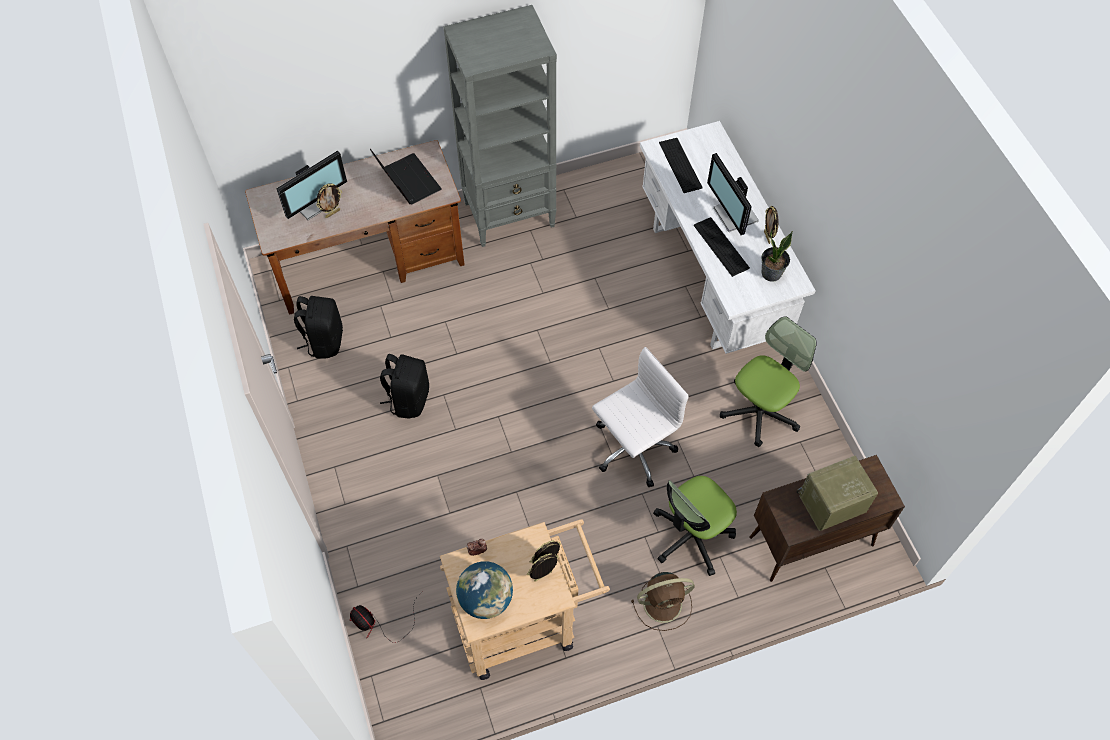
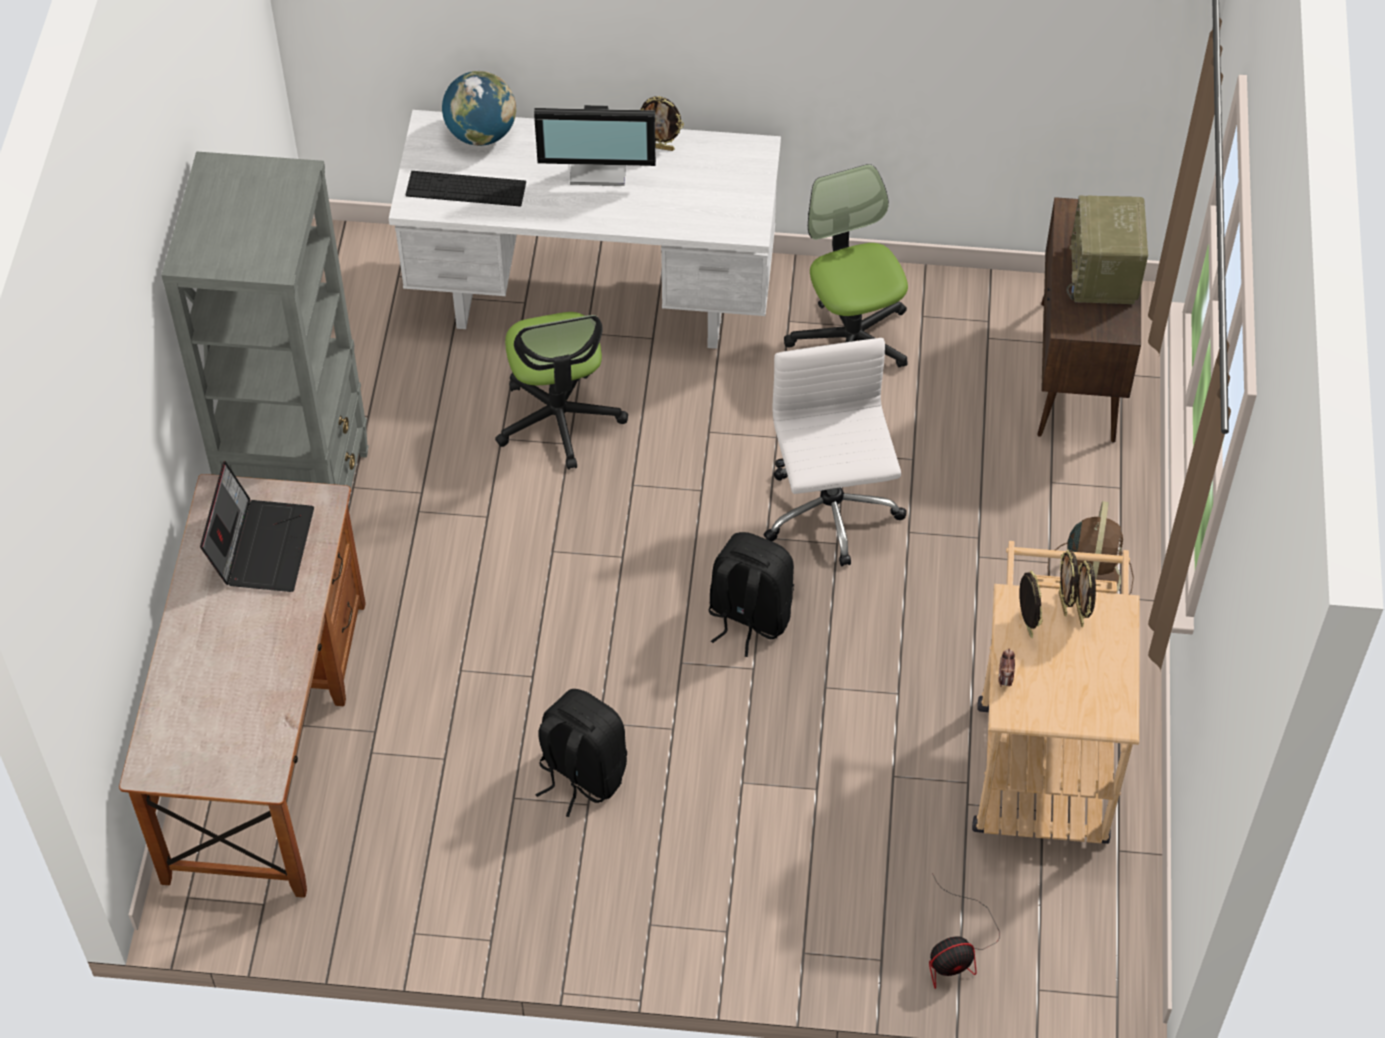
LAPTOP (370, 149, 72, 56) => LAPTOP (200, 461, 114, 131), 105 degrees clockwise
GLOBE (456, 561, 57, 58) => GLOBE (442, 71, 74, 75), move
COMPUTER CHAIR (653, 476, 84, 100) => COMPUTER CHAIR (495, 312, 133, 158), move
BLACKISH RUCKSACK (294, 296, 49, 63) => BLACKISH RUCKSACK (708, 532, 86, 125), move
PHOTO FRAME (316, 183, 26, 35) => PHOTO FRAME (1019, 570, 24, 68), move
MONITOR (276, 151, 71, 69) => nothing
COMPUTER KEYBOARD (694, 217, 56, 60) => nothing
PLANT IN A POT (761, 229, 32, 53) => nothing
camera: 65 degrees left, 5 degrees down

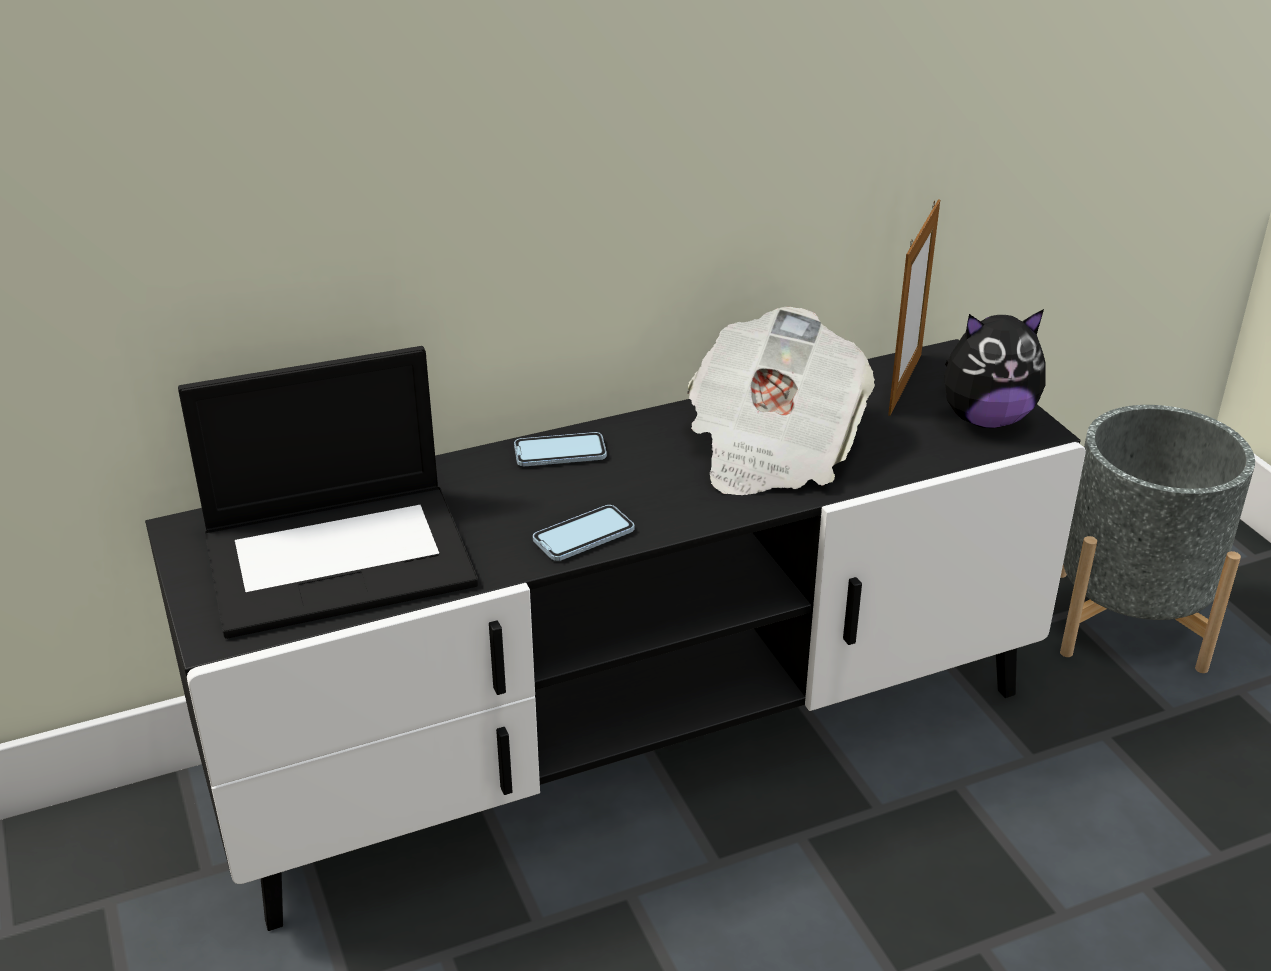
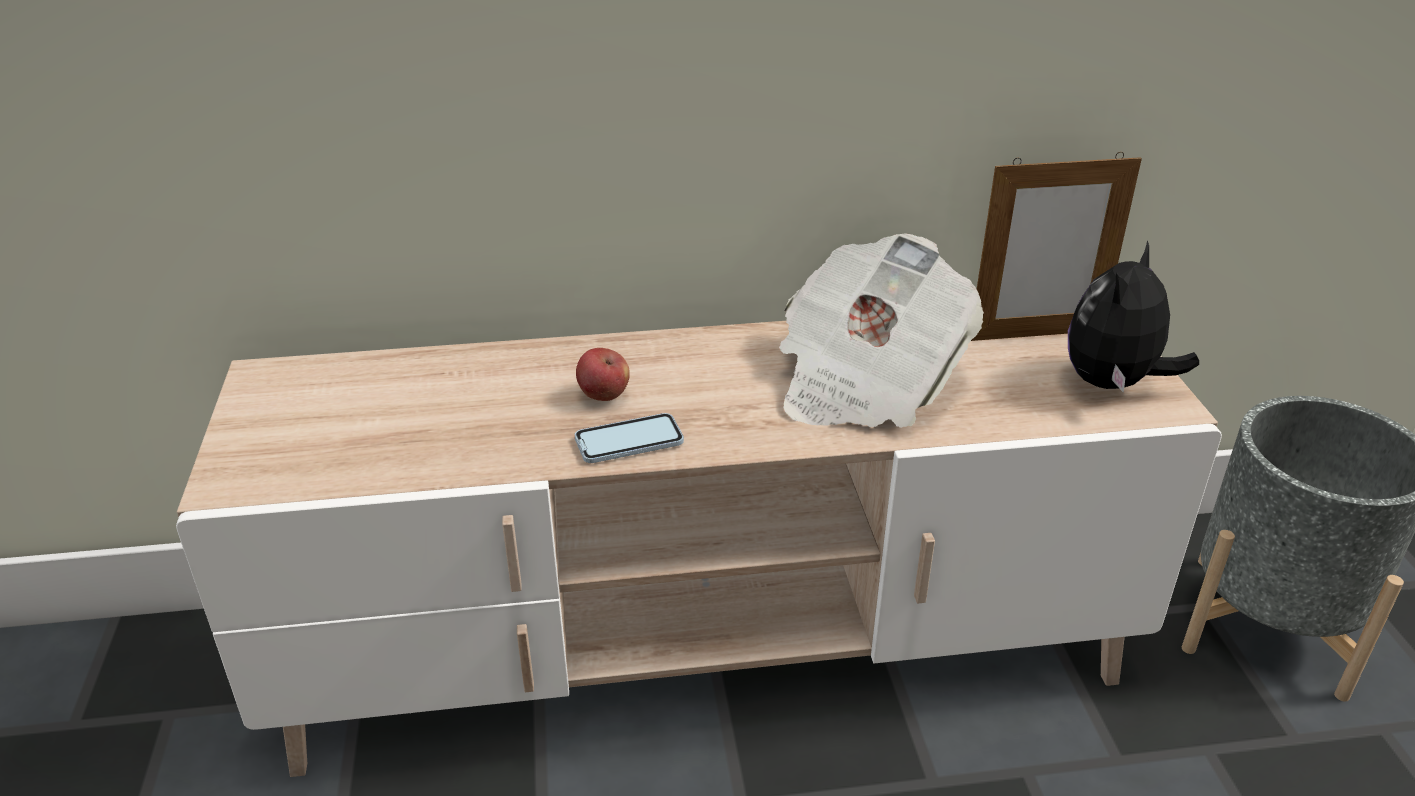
BLACKISH TV UNIT (145, 339, 941, 592) => SAND-COLOURED TV UNIT (176, 321, 1046, 456)
nothing => WHOLE APPLE (576, 348, 54, 53)
PHOTO FRAME (888, 199, 52, 217) => PHOTO FRAME (971, 152, 171, 189), 45 degrees clockwise
SOFT TOY (944, 309, 102, 119) => SOFT TOY (1068, 240, 131, 153), 120 degrees clockwise
LAPTOP (178, 346, 300, 293) => nothing
HANDSET (514, 432, 93, 34) => nothing
camera: 15 degrees right, 0 degrees up

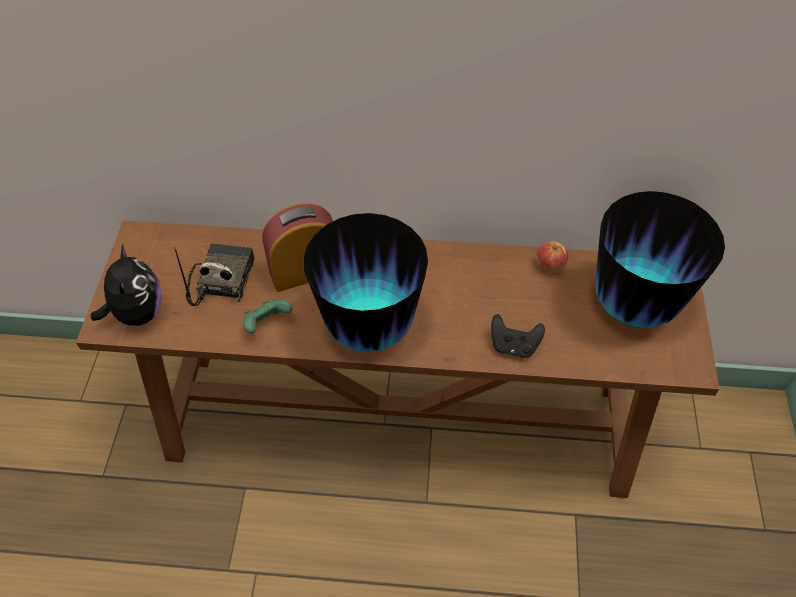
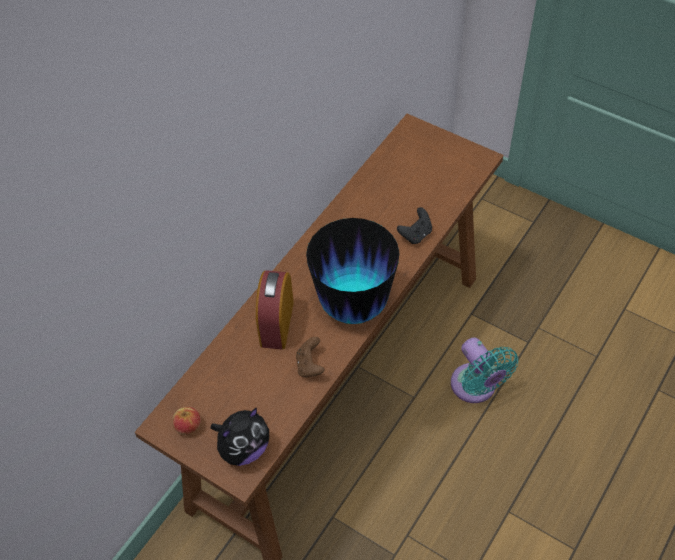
WHOLE APPLE (536, 242, 33, 31) => WHOLE APPLE (173, 407, 28, 28), move
SOFT TOY (91, 244, 71, 82) => SOFT TOY (210, 407, 59, 59), 120 degrees clockwise
GREEN-COLOURED GAMEPAD (243, 300, 50, 34) => BROWNISH GAMEPAD (296, 337, 28, 41)
nothing => TURQUOISE FAN (451, 337, 67, 66)
RADIO RECEIVER (174, 243, 81, 63) => nothing
VASE (596, 191, 129, 137) => nothing
camera: 60 degrees left, 0 degrees up

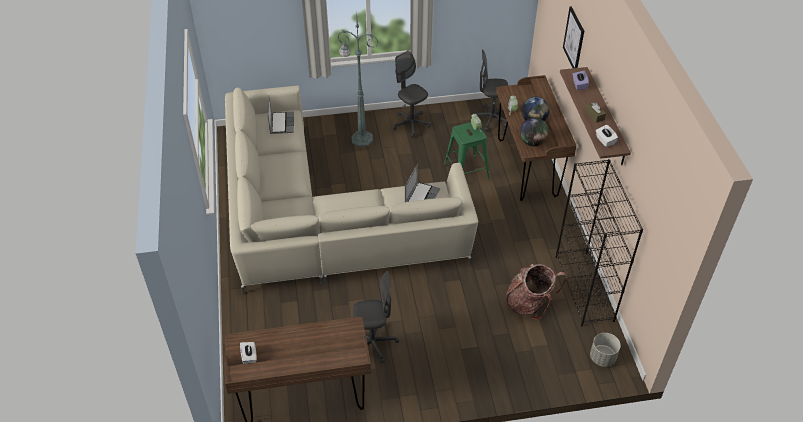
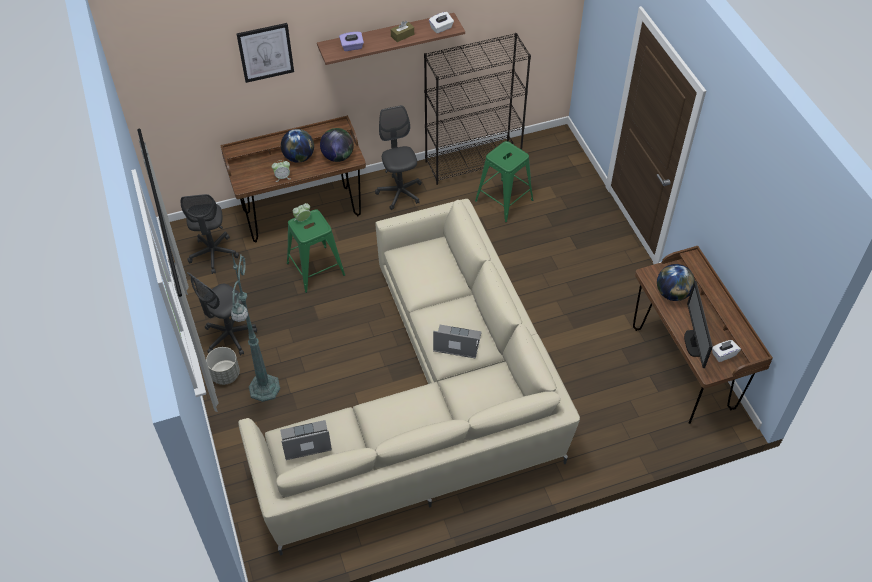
GREY FLOWER POT (590, 333, 31, 34) => GREY FLOWER POT (206, 347, 34, 38), move
GREY COMPUTER CHAIR (353, 271, 46, 93) => GREY COMPUTER CHAIR (375, 105, 47, 105), move
LAPTOP (405, 164, 35, 38) => LAPTOP (433, 325, 49, 34), move
RUCKSACK (506, 264, 61, 56) => GREEN-COLOURED STOOL (475, 141, 58, 81)
nothing => GLOBE (657, 264, 38, 37)
nothing => MONITOR (684, 281, 29, 87)
camera: 100 degrees left, 5 degrees up

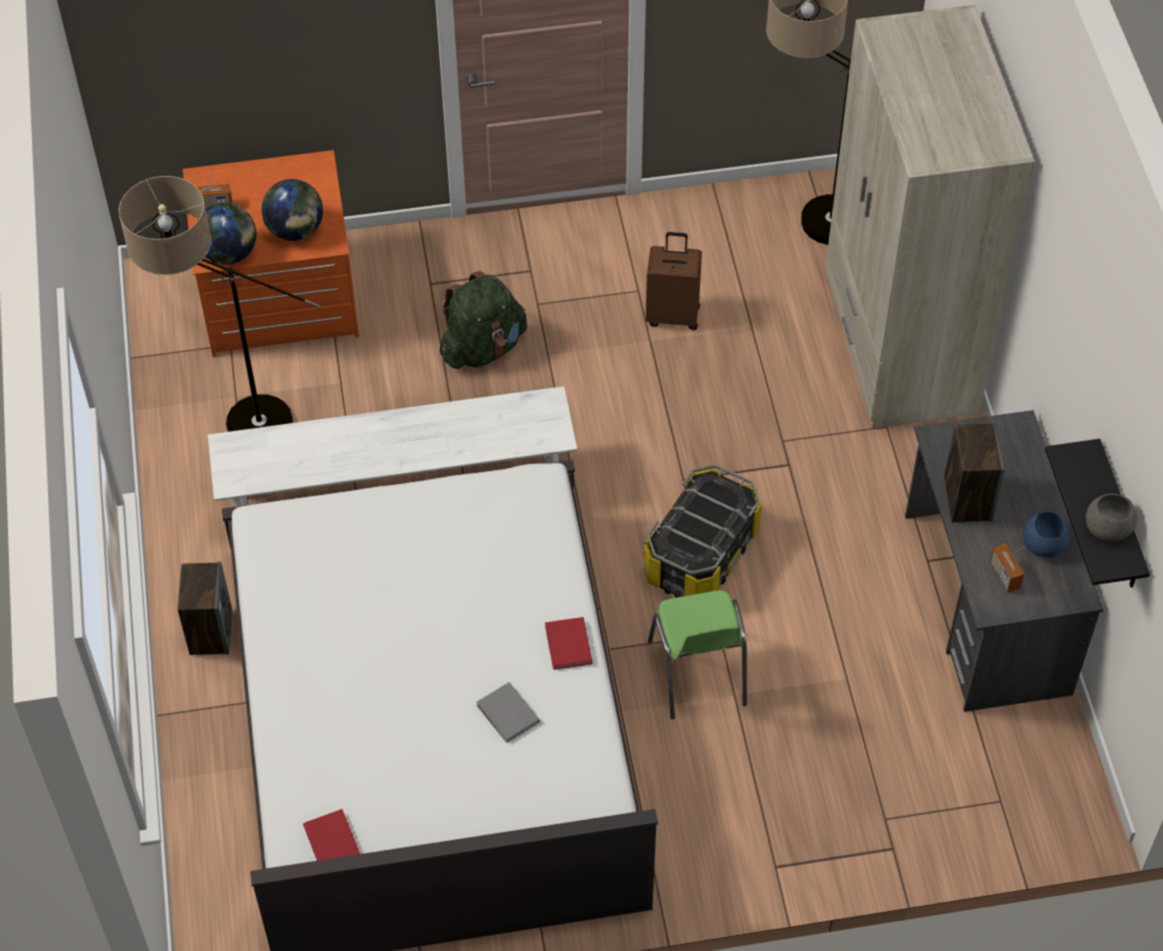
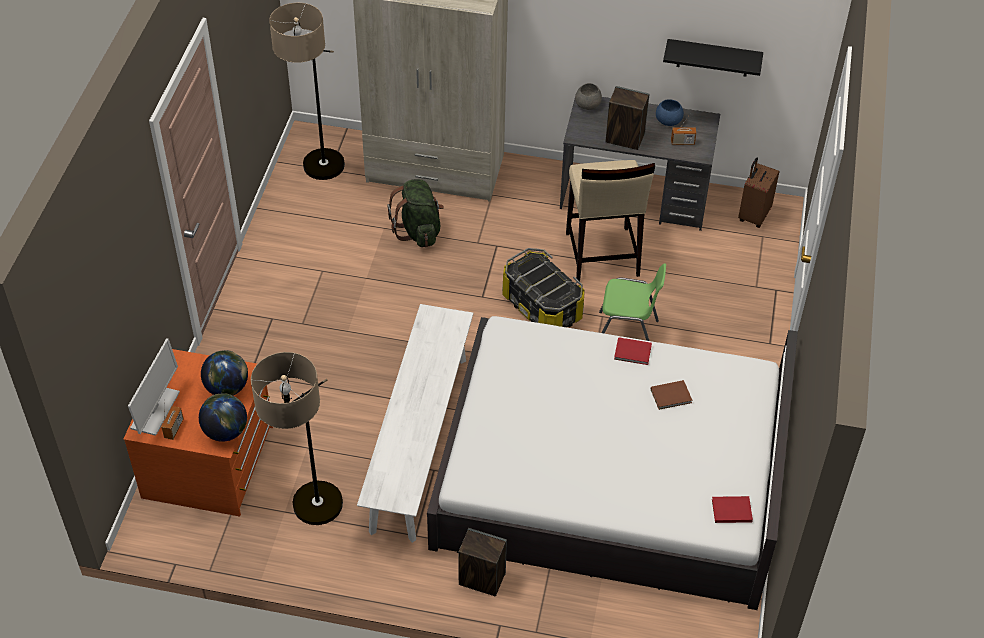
nothing => MONITOR (128, 338, 52, 98)
GREEN-COLOURED RUCKSACK (440, 271, 87, 98) => GREEN-COLOURED RUCKSACK (387, 179, 57, 68), move
nothing => SAND-COLOURED STOOL (566, 160, 89, 121)
GREY BOWL (1086, 494, 51, 47) => GREY BOWL (575, 83, 27, 27), move
GREY VOLUME (476, 682, 64, 61) => BROWNISH VOLUME (650, 380, 42, 30)
BROWNISH SUITCASE (646, 232, 56, 98) => BROWNISH SUITCASE (738, 157, 41, 71), move
camera: 70 degrees left, 5 degrees down

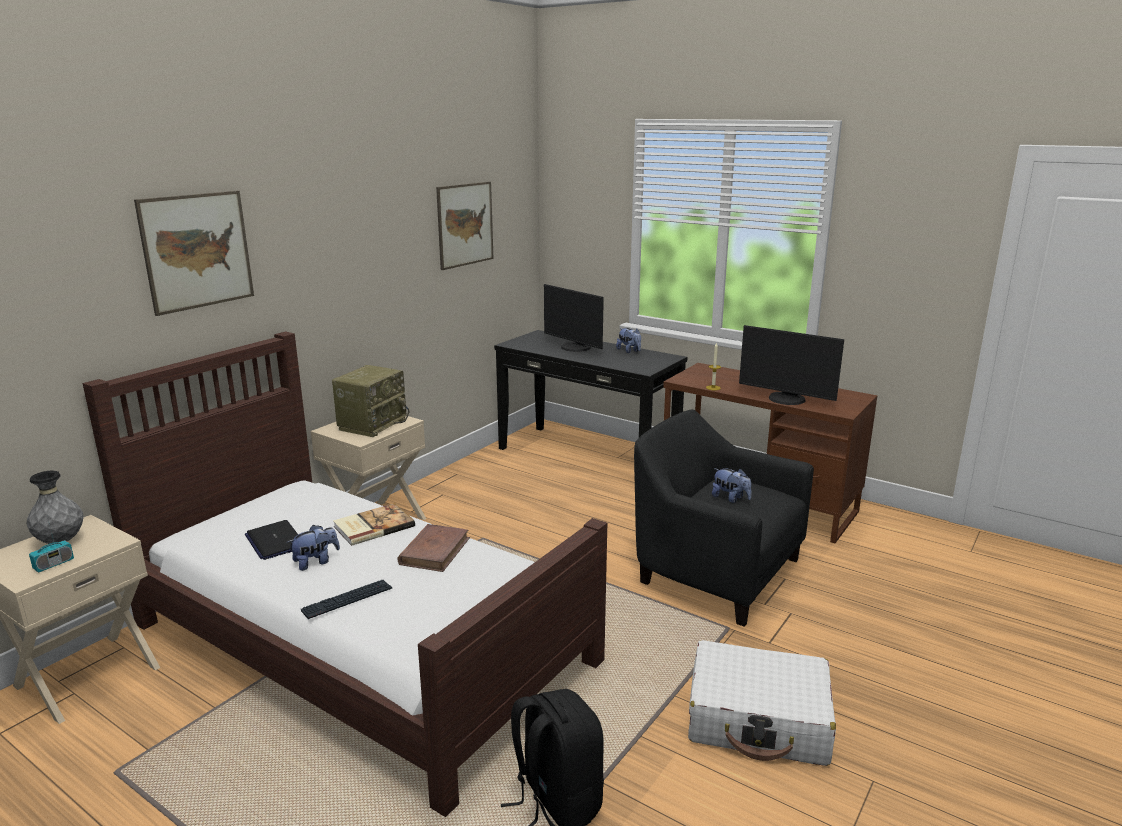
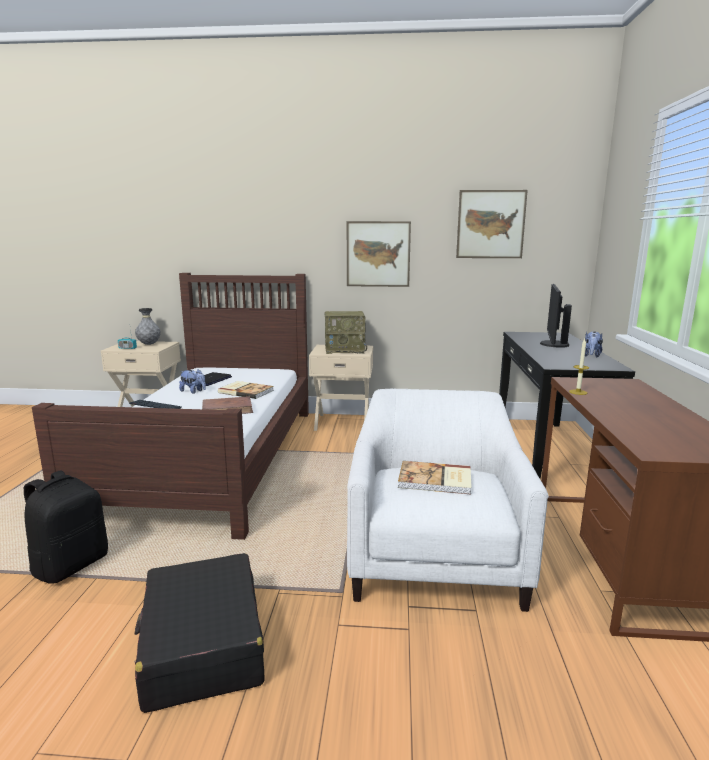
WHITE SUITCASE (688, 640, 148, 126) => BLACKISH SUITCASE (134, 553, 130, 160)
WALL ART (134, 191, 120, 125) => WALL ART (347, 221, 64, 66), move
BLACKISH EASY CHAIR (634, 410, 180, 217) => WHITE EASY CHAIR (347, 389, 201, 223)
SOFT TOY (712, 468, 40, 35) => VOLUME (398, 461, 74, 33)
MONITOR (739, 325, 105, 80) => nothing
camera: 60 degrees right, 5 degrees down

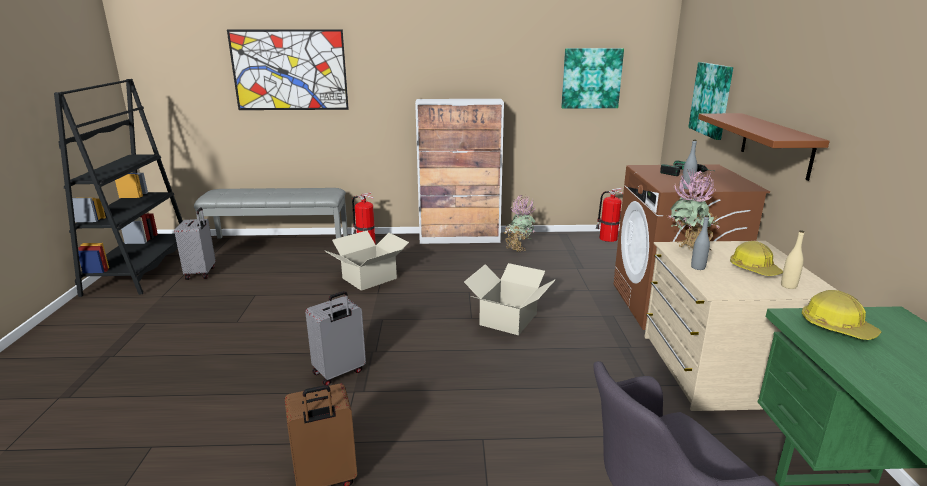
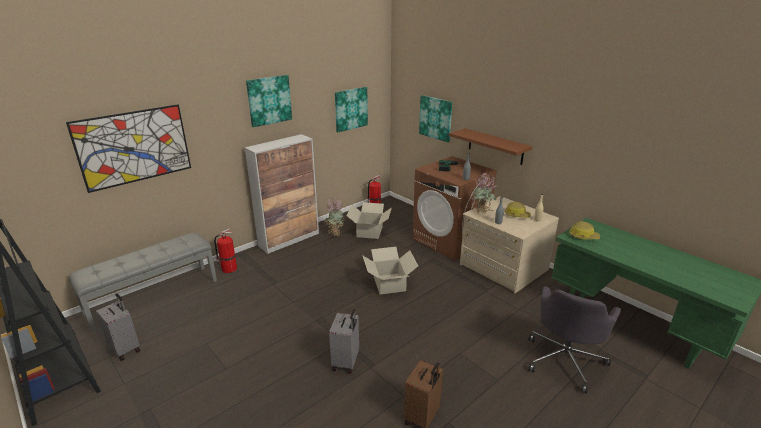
nothing => WALL ART (246, 75, 46, 52)
PACKING BOX (325, 231, 84, 60) => PACKING BOX (347, 202, 45, 37), move
camera: 40 degrees left, 5 degrees up

